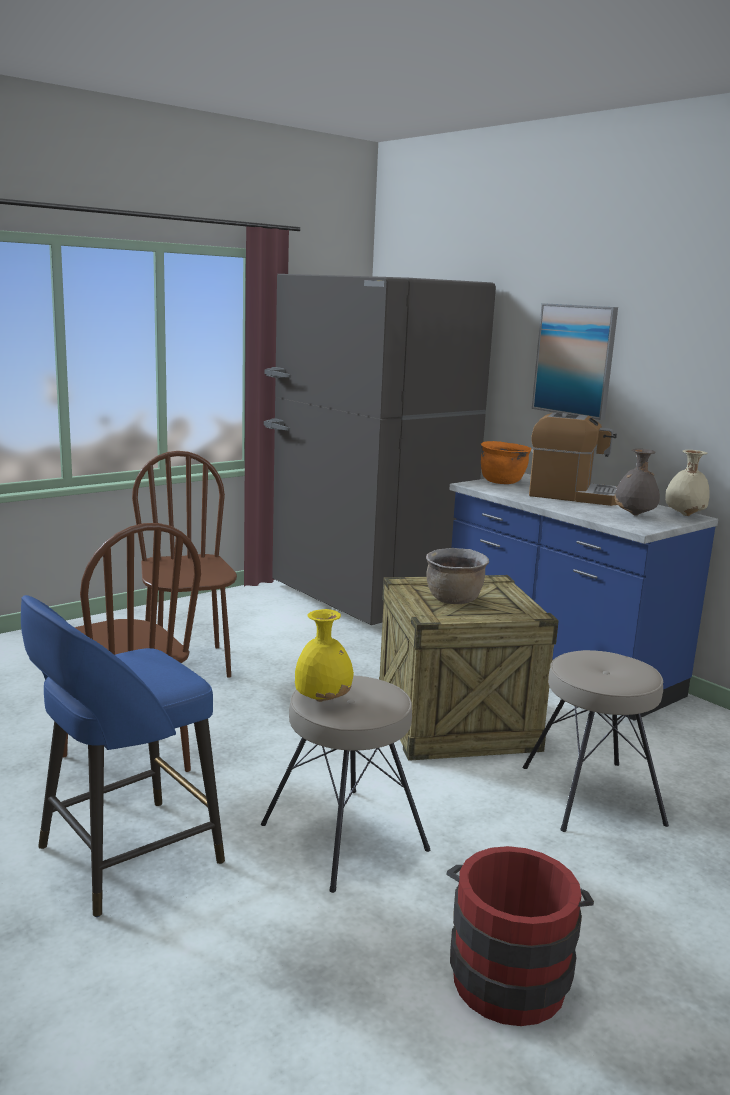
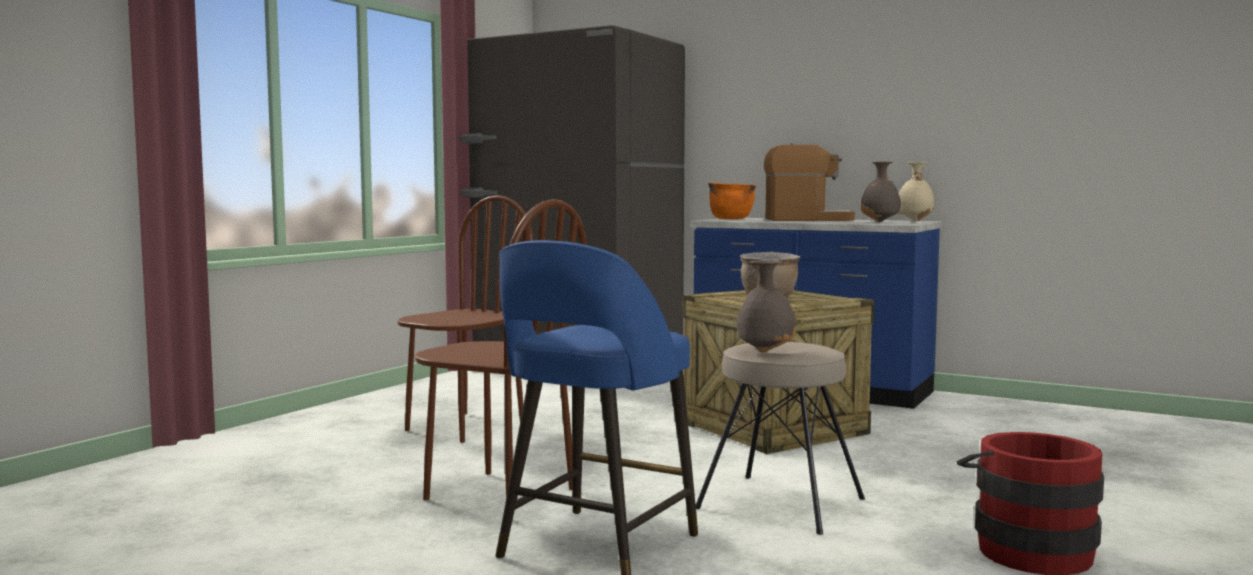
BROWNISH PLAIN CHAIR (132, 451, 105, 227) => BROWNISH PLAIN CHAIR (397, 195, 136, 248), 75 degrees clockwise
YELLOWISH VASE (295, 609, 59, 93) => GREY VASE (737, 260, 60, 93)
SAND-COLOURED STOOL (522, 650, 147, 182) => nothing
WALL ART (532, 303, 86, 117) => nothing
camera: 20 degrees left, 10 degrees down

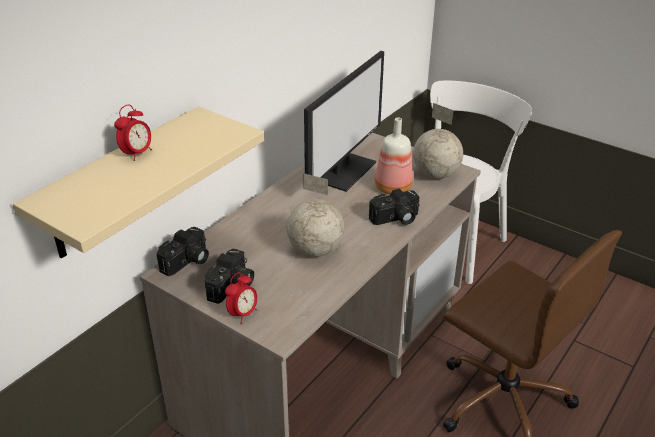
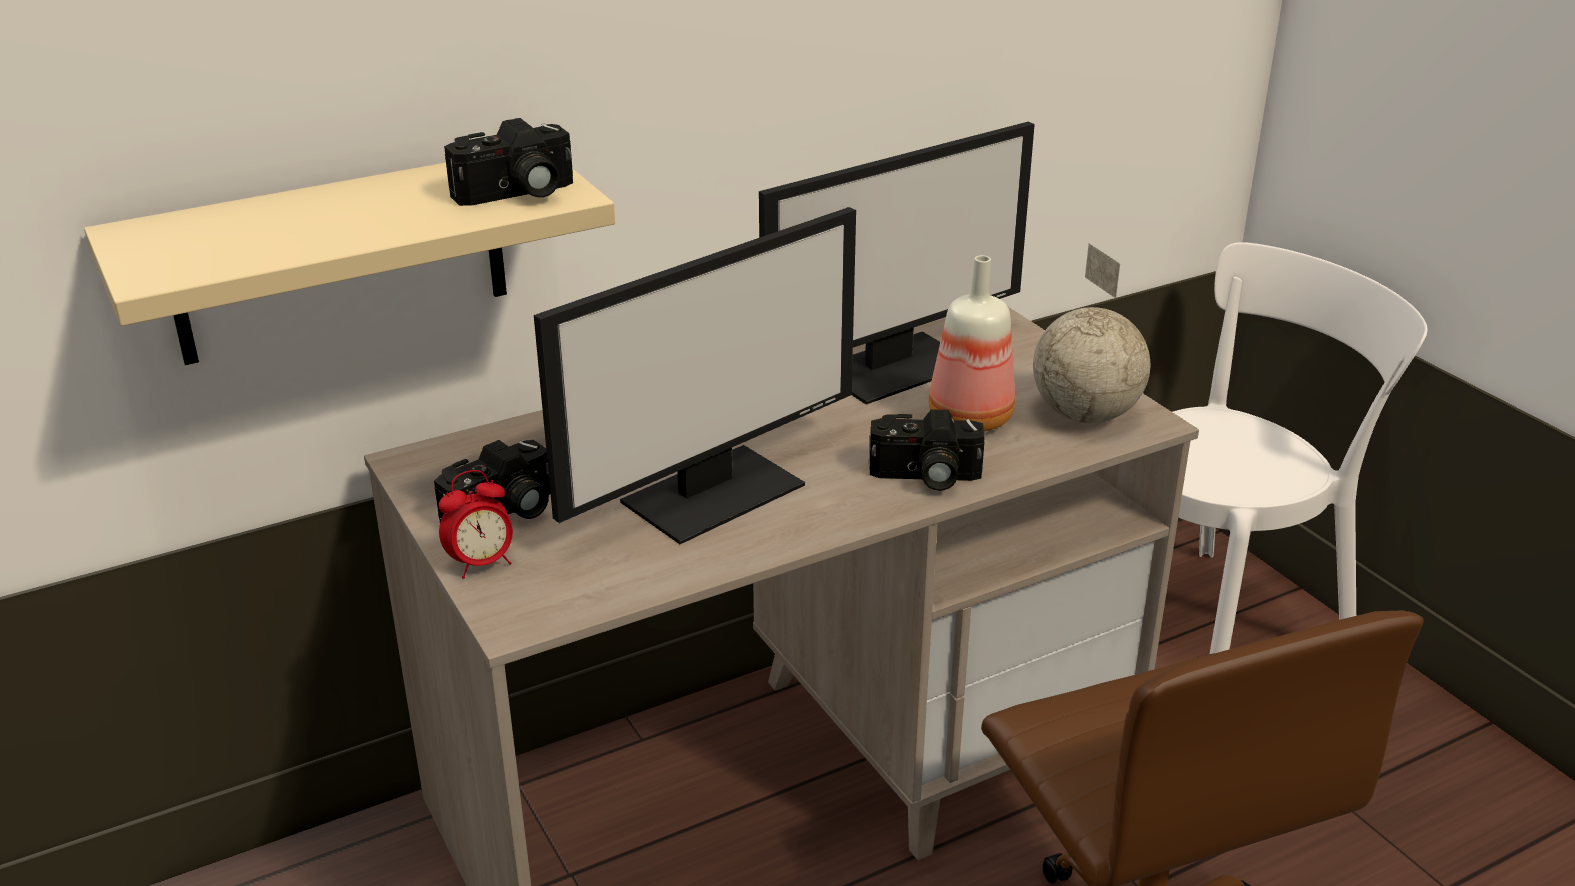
PHOTO CAMERA (156, 227, 53, 49) => PHOTO CAMERA (444, 118, 129, 88), move
GLOBE (287, 173, 57, 84) => MONITOR (534, 207, 322, 337)
BEDSIDE CLOCK (114, 105, 38, 56) => nothing
camera: 25 degrees right, 5 degrees down

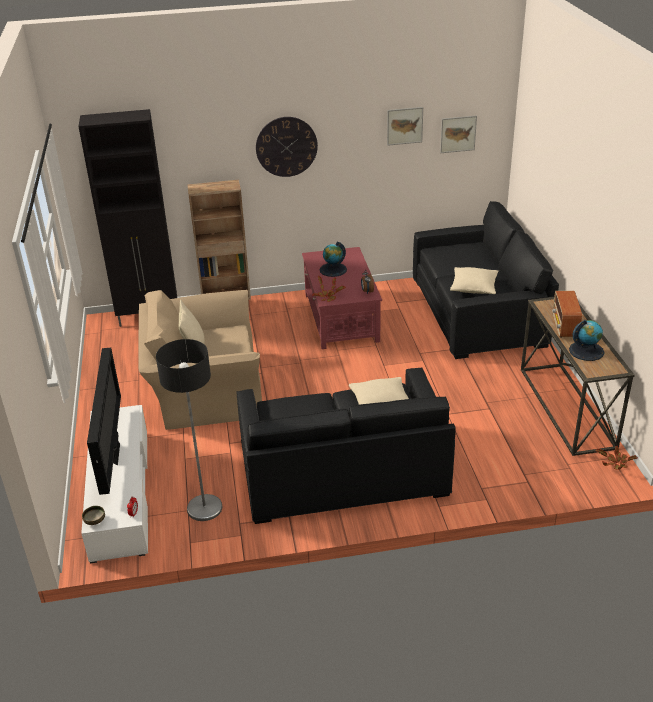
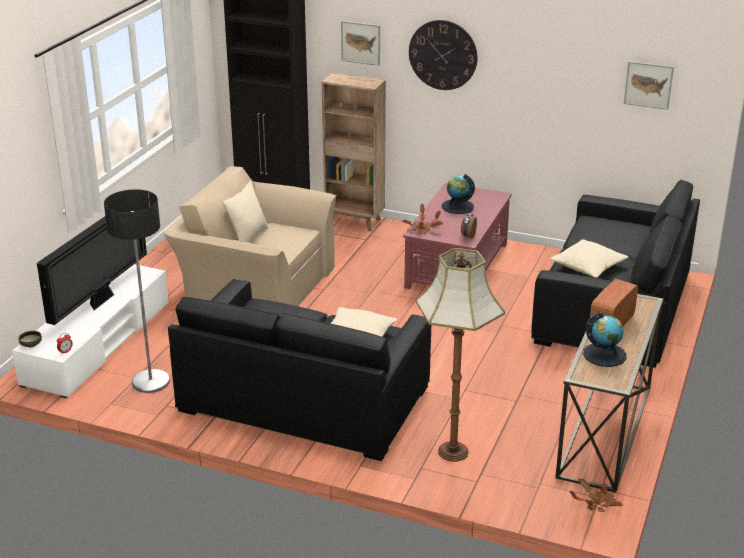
WALL ART (387, 107, 36, 39) => WALL ART (341, 21, 39, 45), move
nothing => STANDARD LAMP (416, 248, 89, 214)
camera: 30 degrees right, 5 degrees down

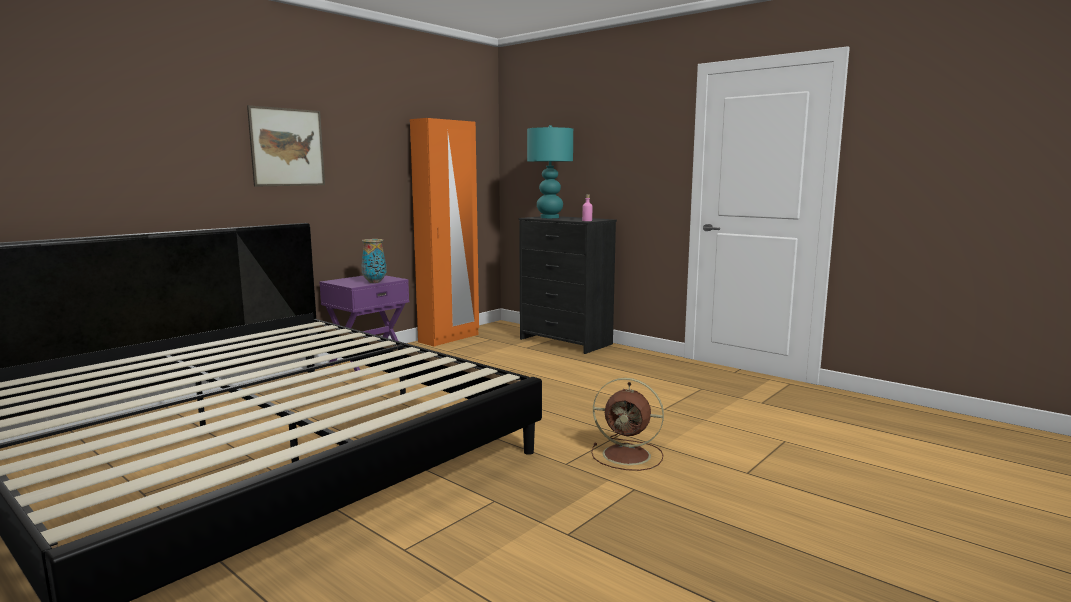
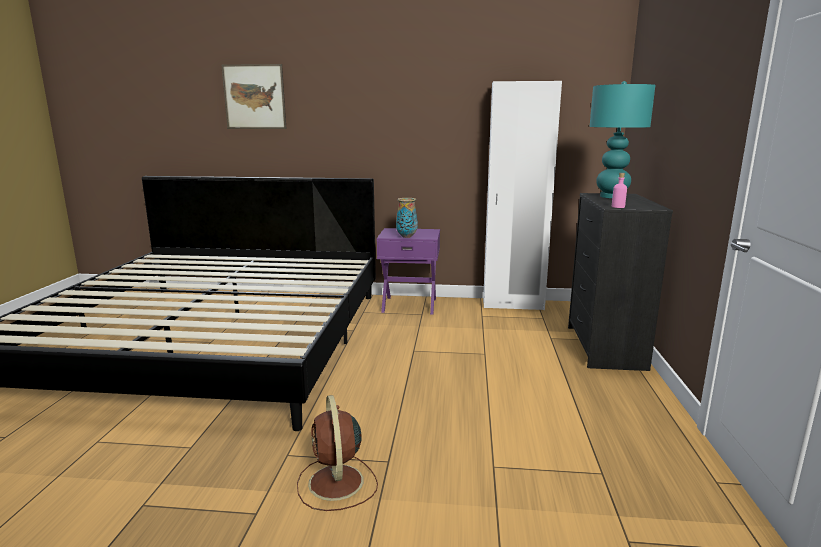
WALL ART (247, 105, 78, 82) => WALL ART (221, 64, 65, 65), move
ORANGE-COLOURED CLOTHES CUPBOARD (410, 118, 69, 228) => WHITE CLOTHES CUPBOARD (483, 81, 79, 229)
camera: 55 degrees right, 5 degrees up

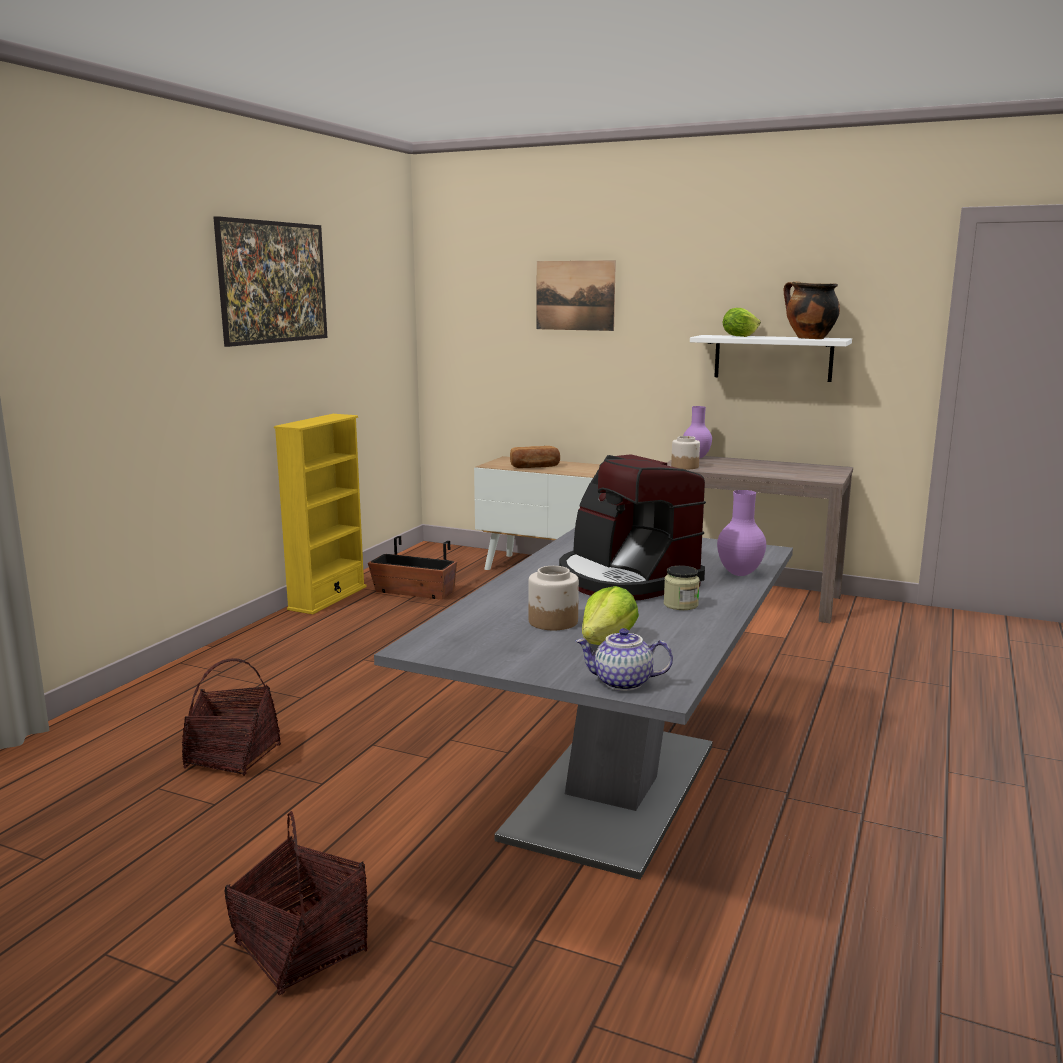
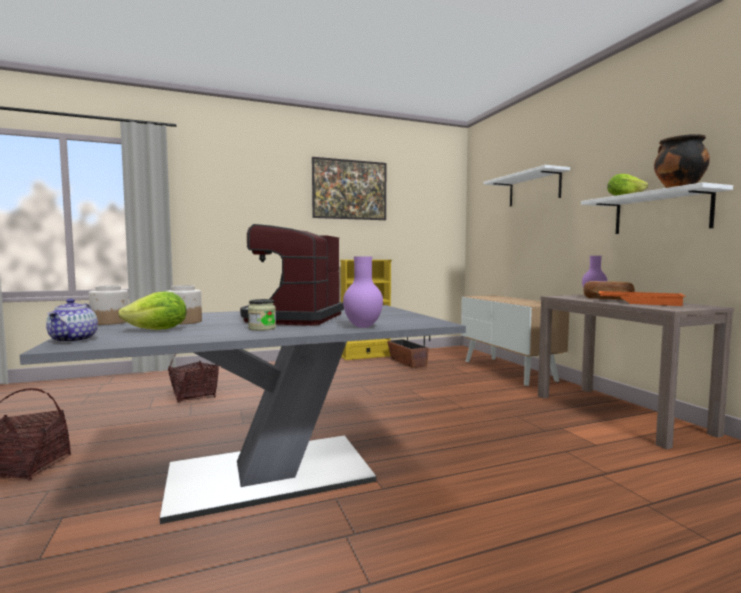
TEAPOT (576, 628, 97, 63) => TEAPOT (46, 299, 52, 44), 150 degrees counterclockwise
STORAGE JAR (671, 436, 29, 33) => STORAGE JAR (89, 285, 40, 40), move
WALL ART (537, 260, 79, 71) => WHITE BRACKET SHELF (483, 165, 87, 41)
BAKERY BREAD (510, 446, 50, 22) => BAKERY BREAD (583, 281, 52, 19), move
nothing => ORANGE-COLOURED SERVING TRAY (598, 291, 88, 15)
camera: 45 degrees right, 10 degrees down

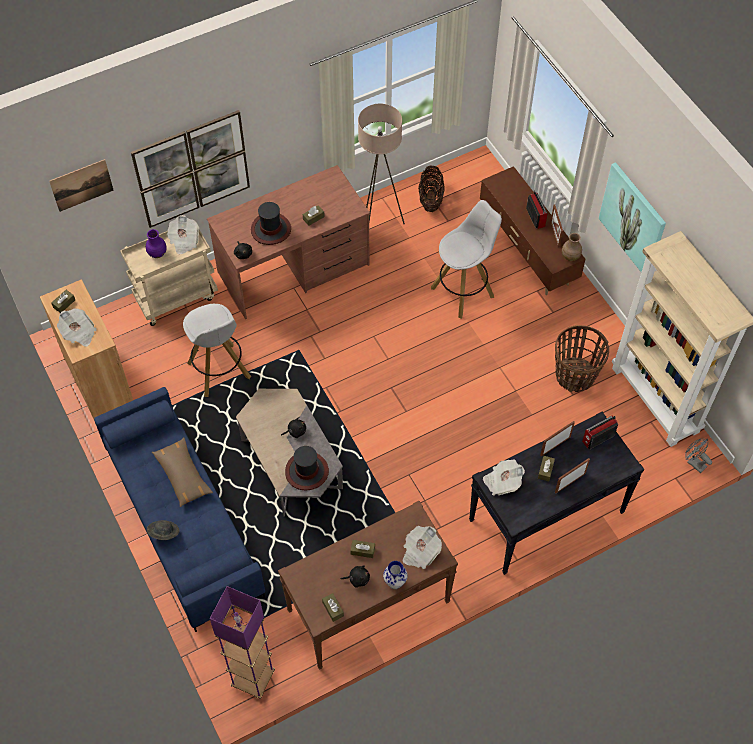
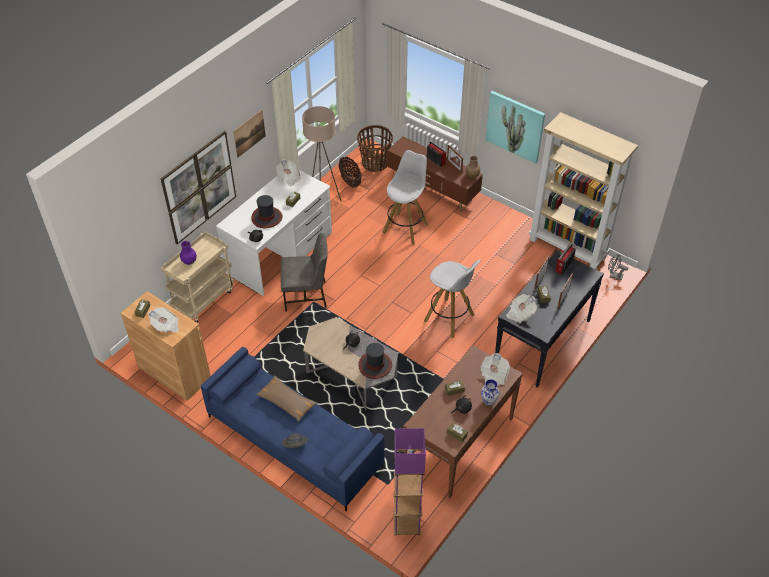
BROWNISH DESK UNIT (207, 165, 163, 154) => WHITE DESK UNIT (216, 170, 116, 126)
WALL ART (49, 159, 65, 53) => WALL ART (233, 110, 33, 48), move
DAILY PAPER (167, 215, 32, 40) => DAILY PAPER (276, 159, 25, 27), move
nothing => GREY PLAIN CHAIR (281, 233, 47, 79)
STORAGE BASKET (555, 325, 54, 67) => STORAGE BASKET (357, 125, 36, 47), move
WHITE STOOL (183, 304, 68, 93) => WHITE STOOL (424, 259, 57, 79), move
camera: 25 degrees left, 10 degrees down

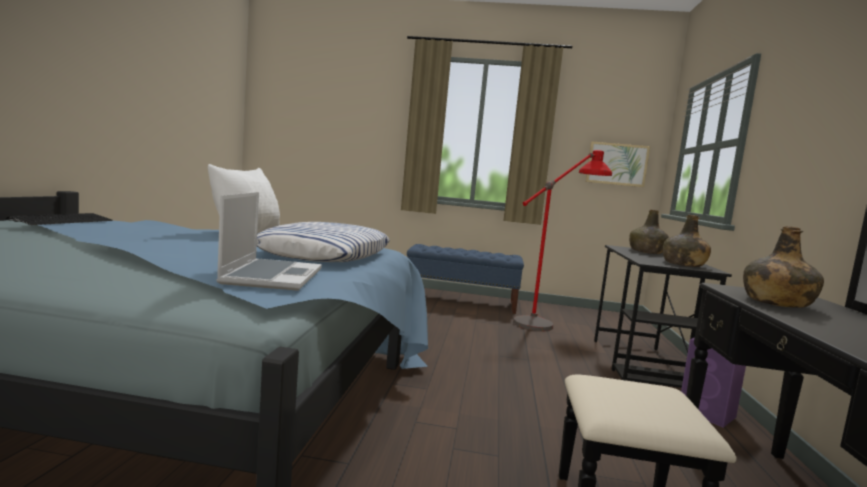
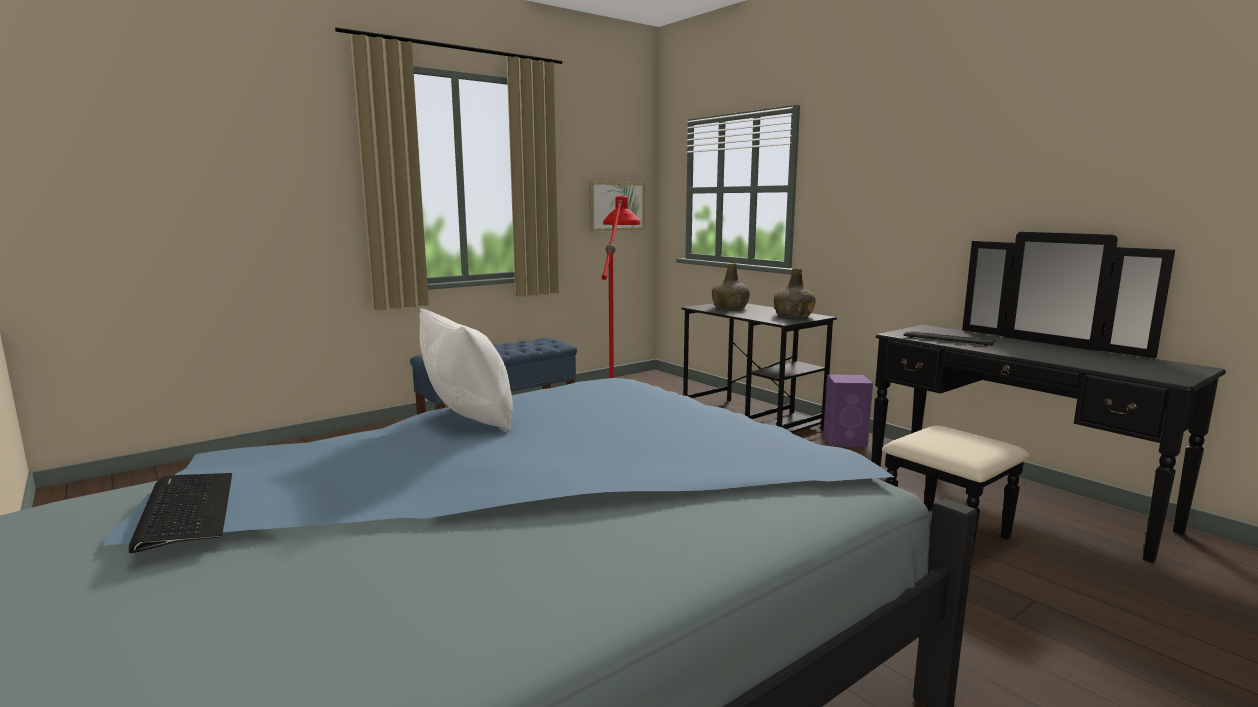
GREEN-COLOURED BOTTLE (743, 226, 81, 82) => COMPUTER KEYBOARD (903, 331, 94, 15)
LAPTOP (216, 192, 106, 99) => nothing
PILLOW (257, 222, 133, 40) => nothing
camera: 45 degrees left, 5 degrees up

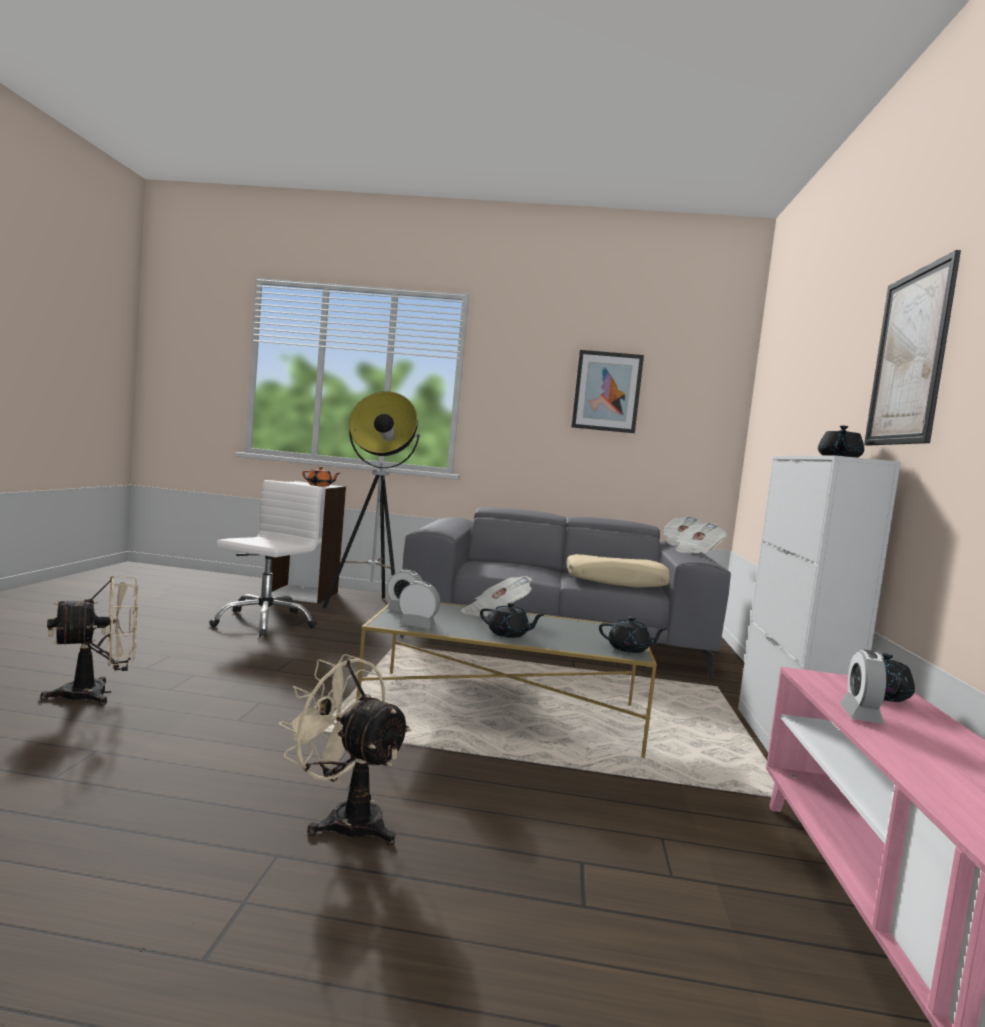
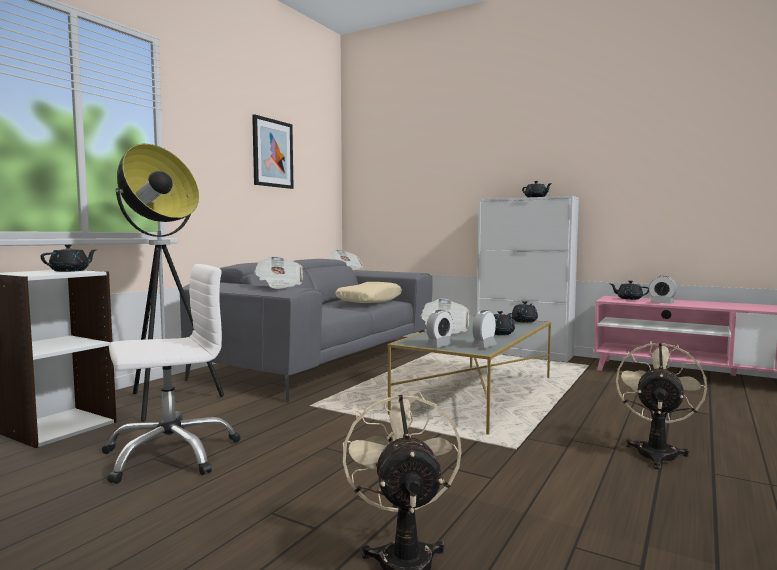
ORANGE-COLOURED TEAPOT (302, 466, 37, 21) => BLACKISH TEAPOT (41, 244, 57, 28)
WHITE COMPUTER CHAIR (209, 480, 114, 157) => WHITE COMPUTER CHAIR (102, 264, 139, 220), 105 degrees clockwise
DAILY PAPER (675, 523, 53, 30) => DAILY PAPER (254, 256, 49, 33), move
SAND-COLOURED FAN (279, 654, 133, 192) => SAND-COLOURED FAN (616, 341, 91, 128), 150 degrees clockwise
WALL ART (864, 250, 97, 196) => nothing
camera: 65 degrees left, 0 degrees up

